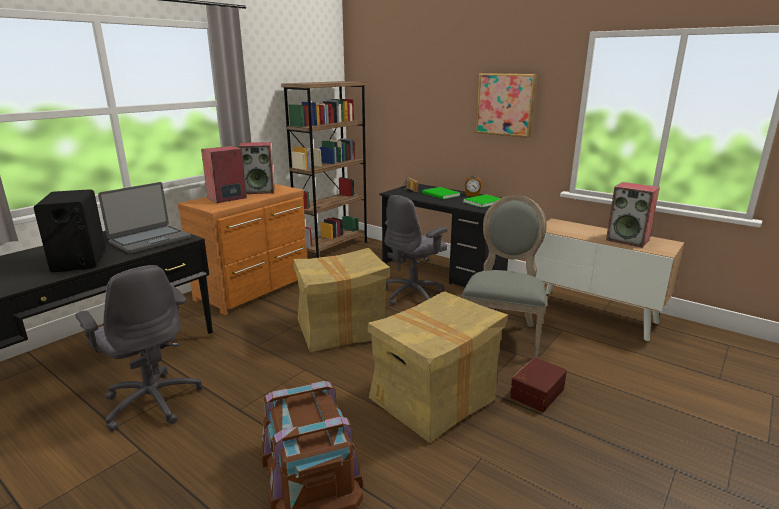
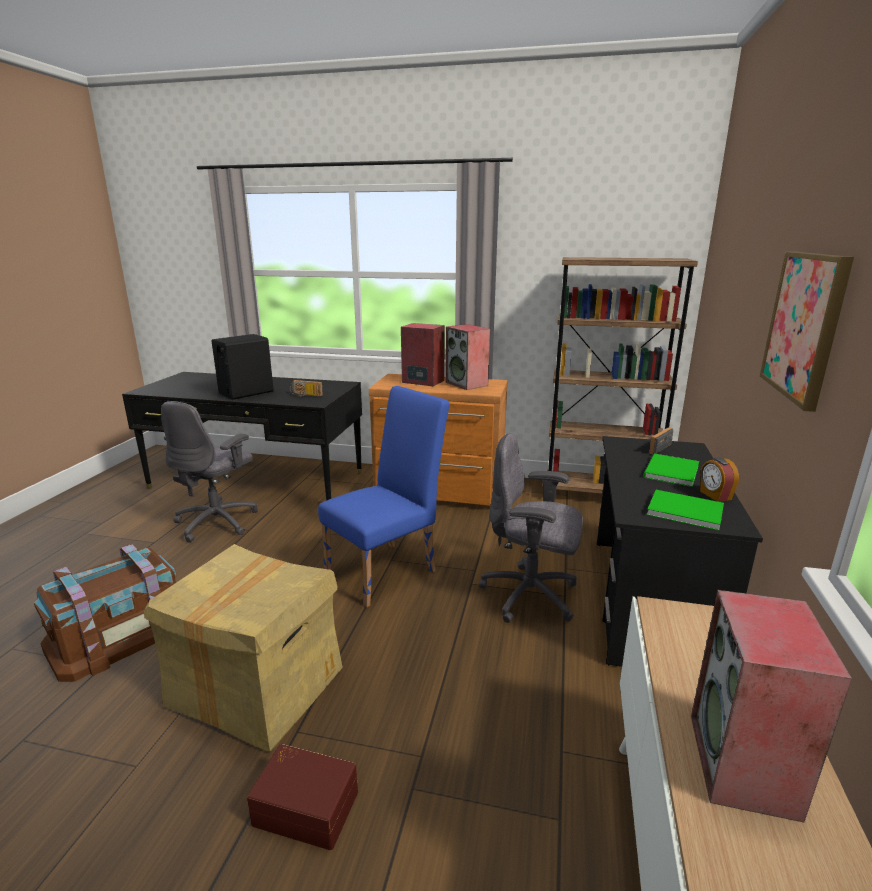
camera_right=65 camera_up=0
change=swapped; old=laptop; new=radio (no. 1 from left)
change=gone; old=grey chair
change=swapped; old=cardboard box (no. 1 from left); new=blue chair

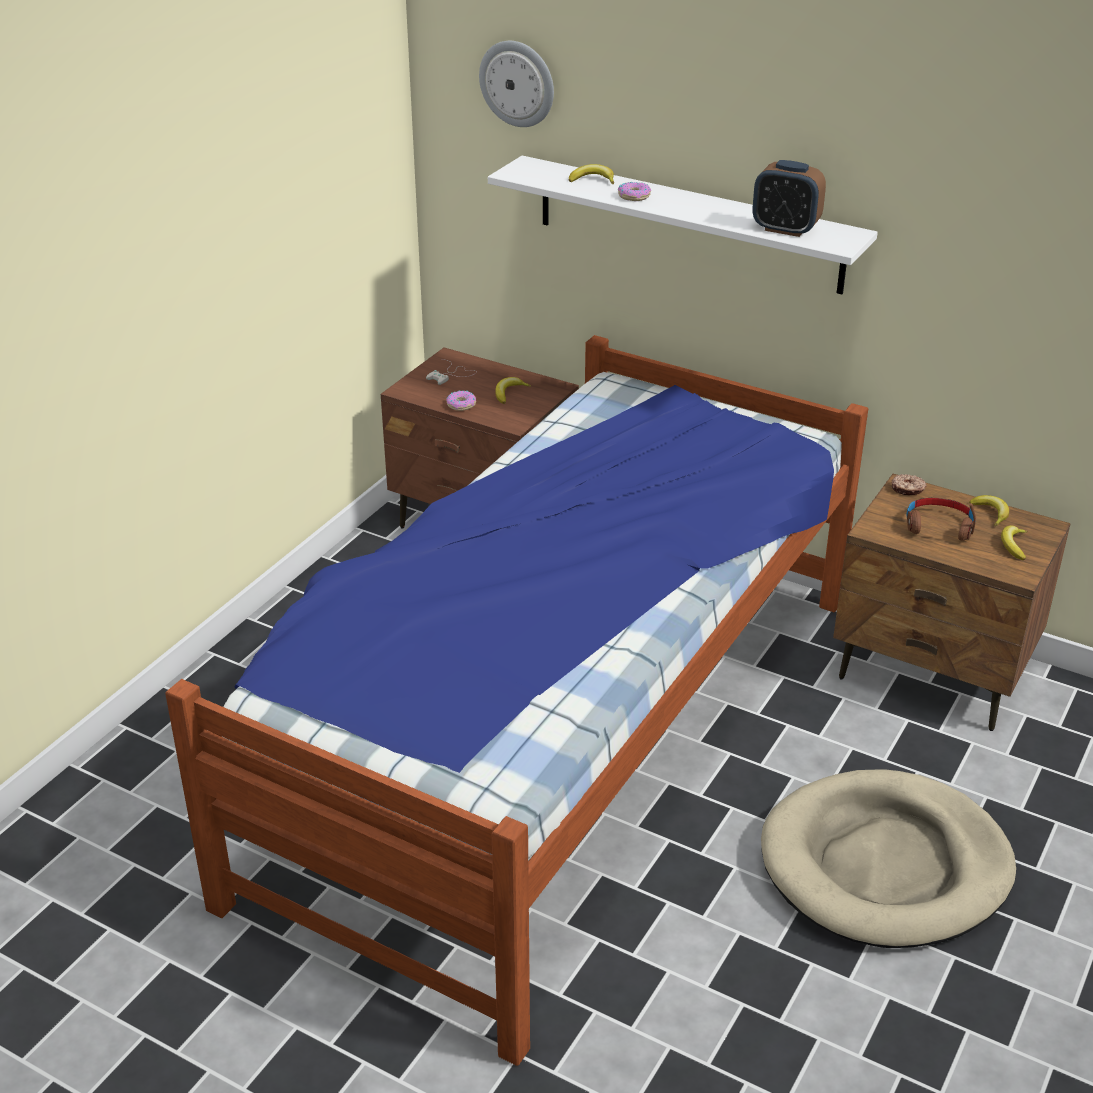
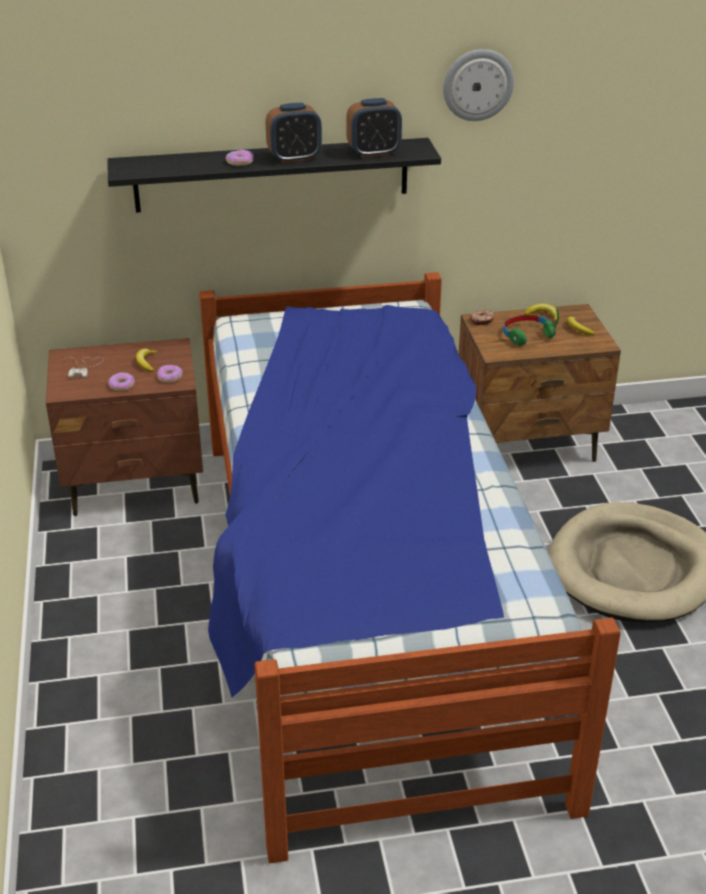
camera_right=-40 camera_up=0
change=shifted; old=wall clock
change=repainted; old=white shelf; new=black shelf
change=gone; old=banana (no. 2 from left)
change=repainted; old=brown headphones; new=green headphones
change=new; new=alarm clock (no. 1 from left)
change=new; new=donut (no. 2 from left)

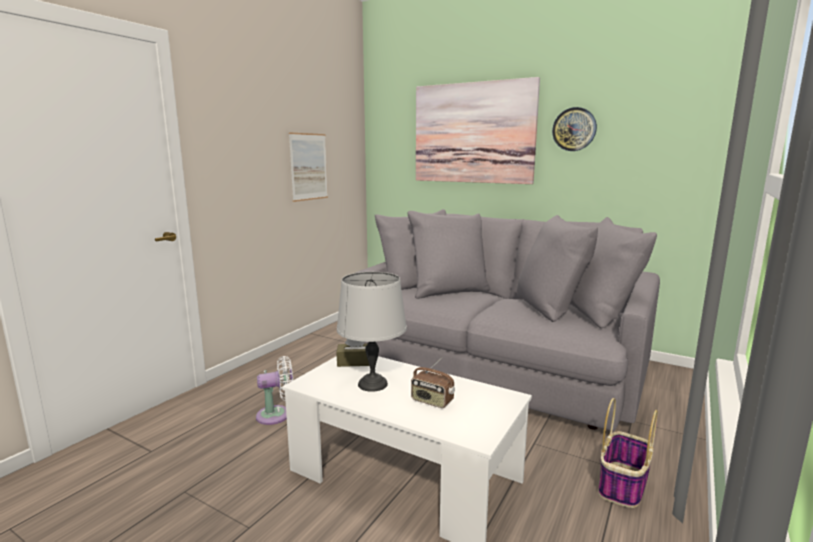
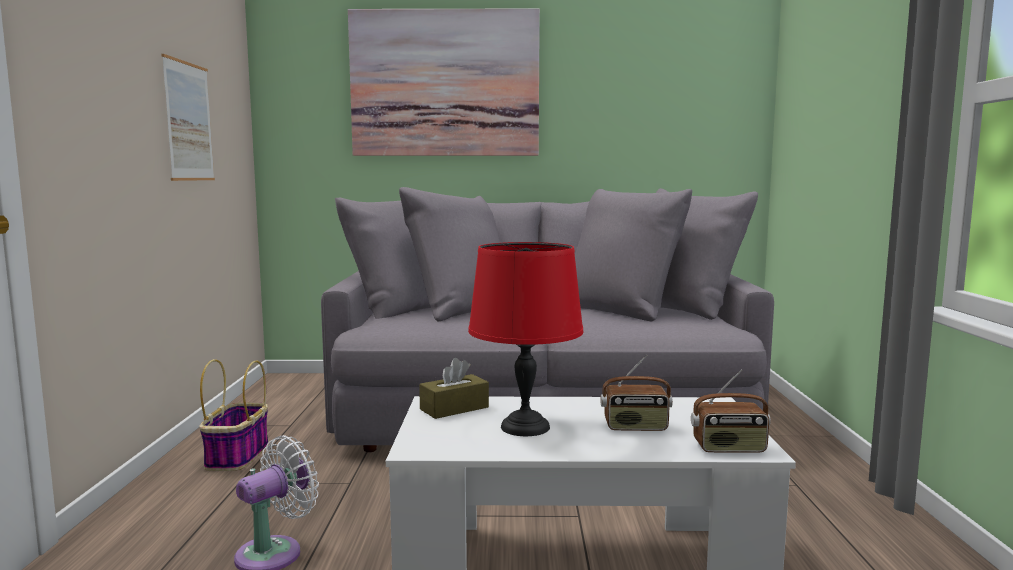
camera_right=-30 camera_up=-5
change=gone; old=wall clock
change=repainted; old=grey table lamp; new=red table lamp
change=shifted; old=basket
change=new; new=radio (no. 2 from left)

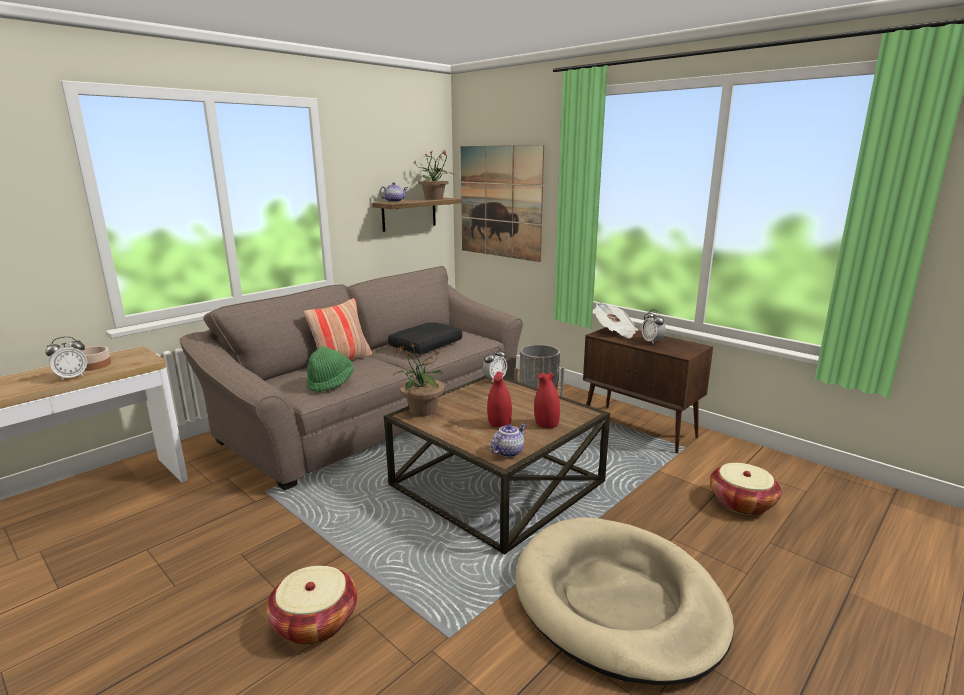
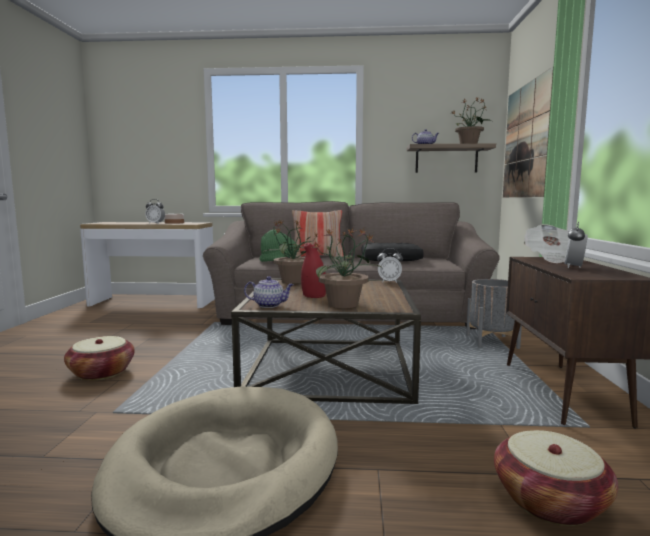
camera_right=50 camera_up=-10
change=swapped; old=red vase (no. 2 from left); new=potted plant (no. 2 from left)

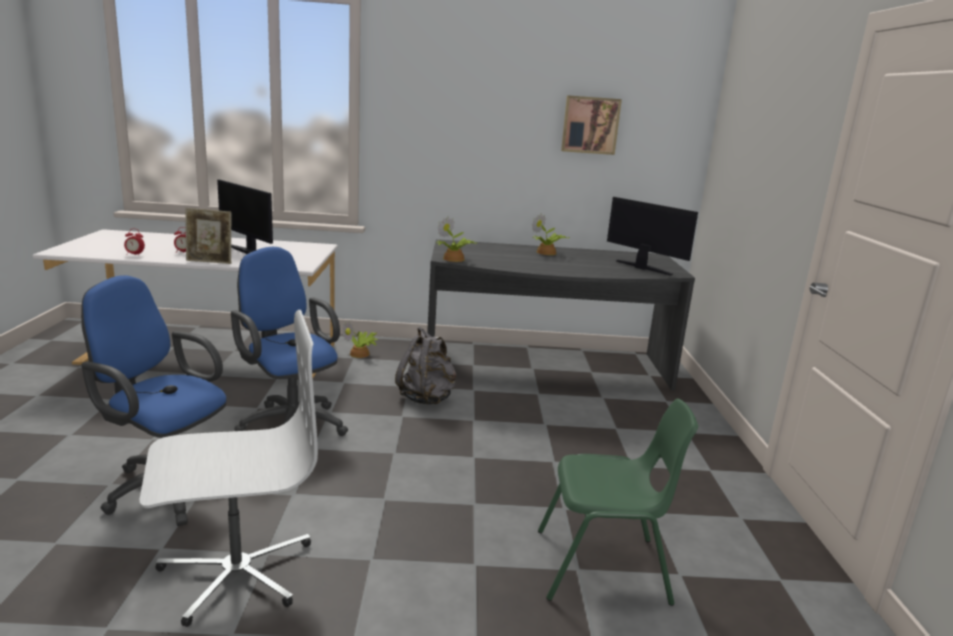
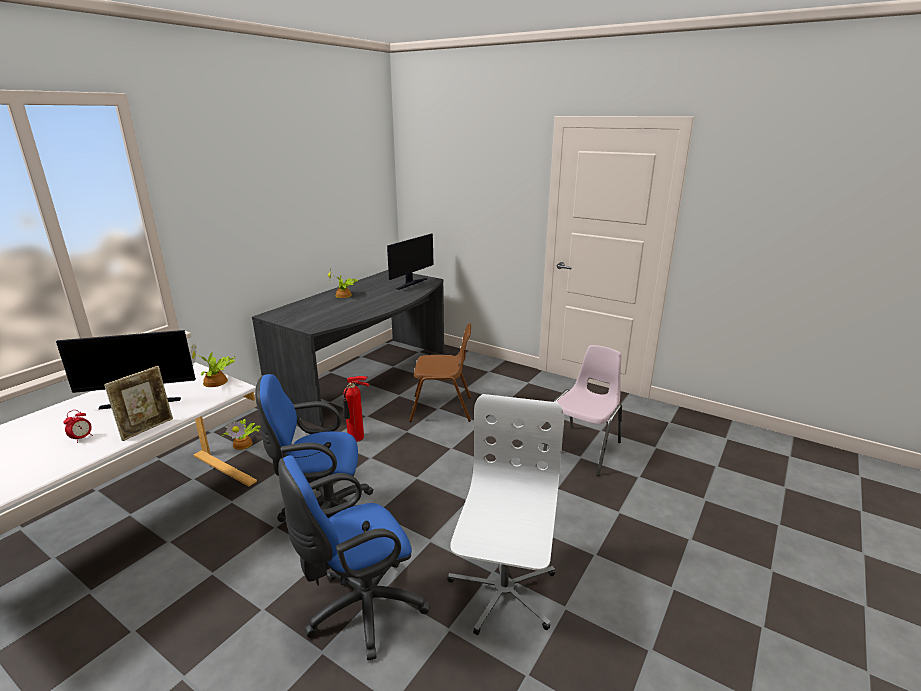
camera_right=-55 camera_up=5
change=gone; old=picture
change=rotated; old=monitor (no. 2 from left); degrees=135
change=shifted; old=potted plant (no. 2 from left in the first image); new=potted plant (no. 1 from left)
change=gone; old=alarm clock (no. 1 from left)
change=swapped; old=grey backpack; new=fire extinguisher
change=repainted; old=green chair; new=pink chair
change=new; new=brown chair

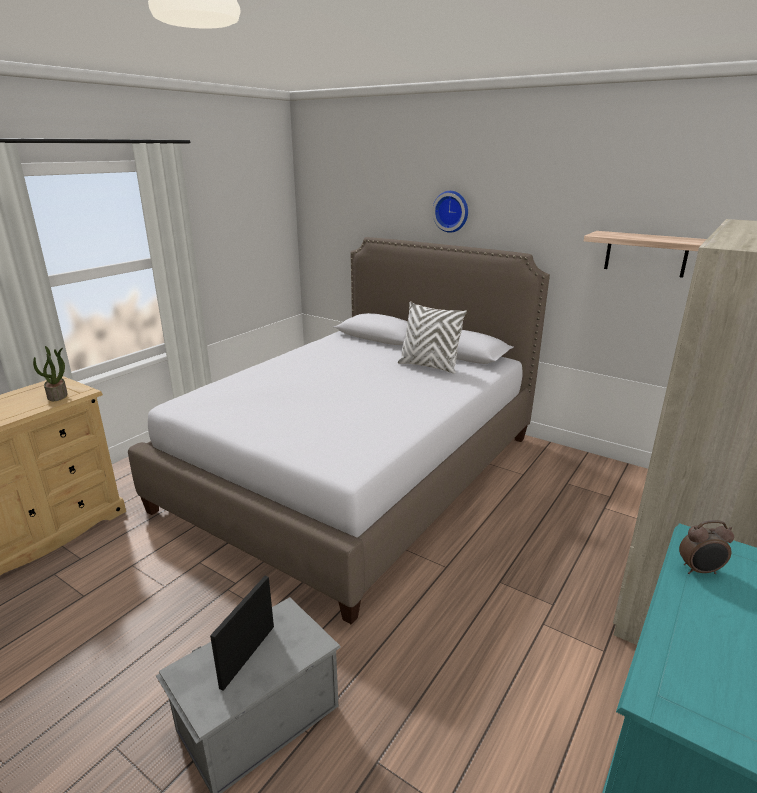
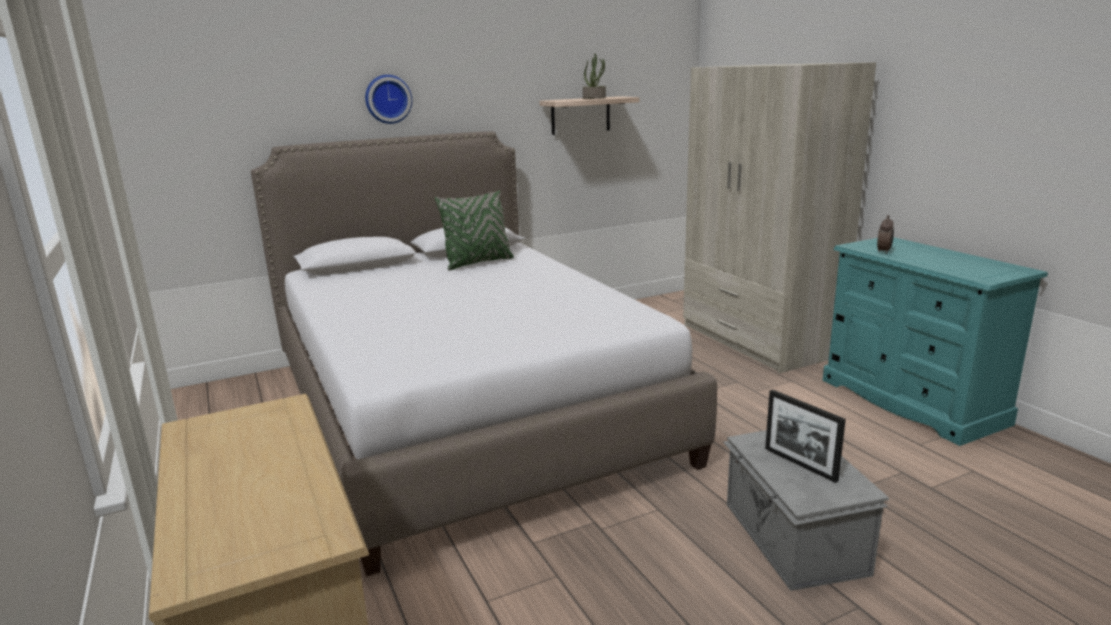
camera_right=-60 camera_up=-5
change=repainted; old=white pillow; new=green pillow
change=shifted; old=potted plant

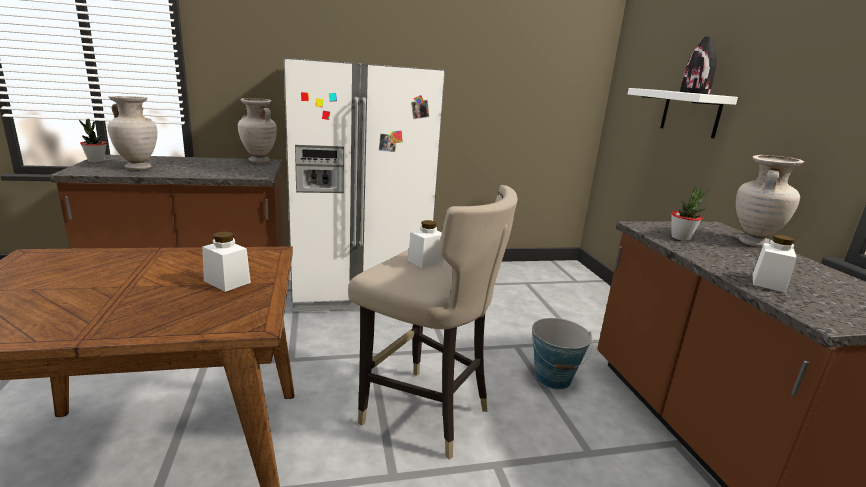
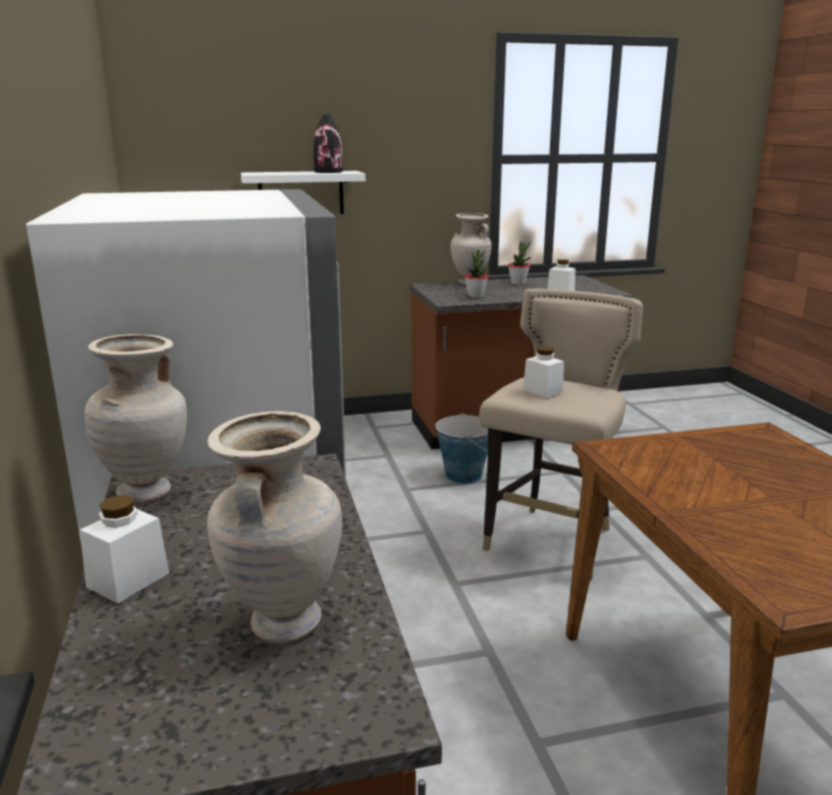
camera_right=-90 camera_up=0
change=shifted; old=potted plant (no. 1 from left in the first image); new=potted plant (no. 2 from left)
change=shifted; old=white jar (no. 1 from left)

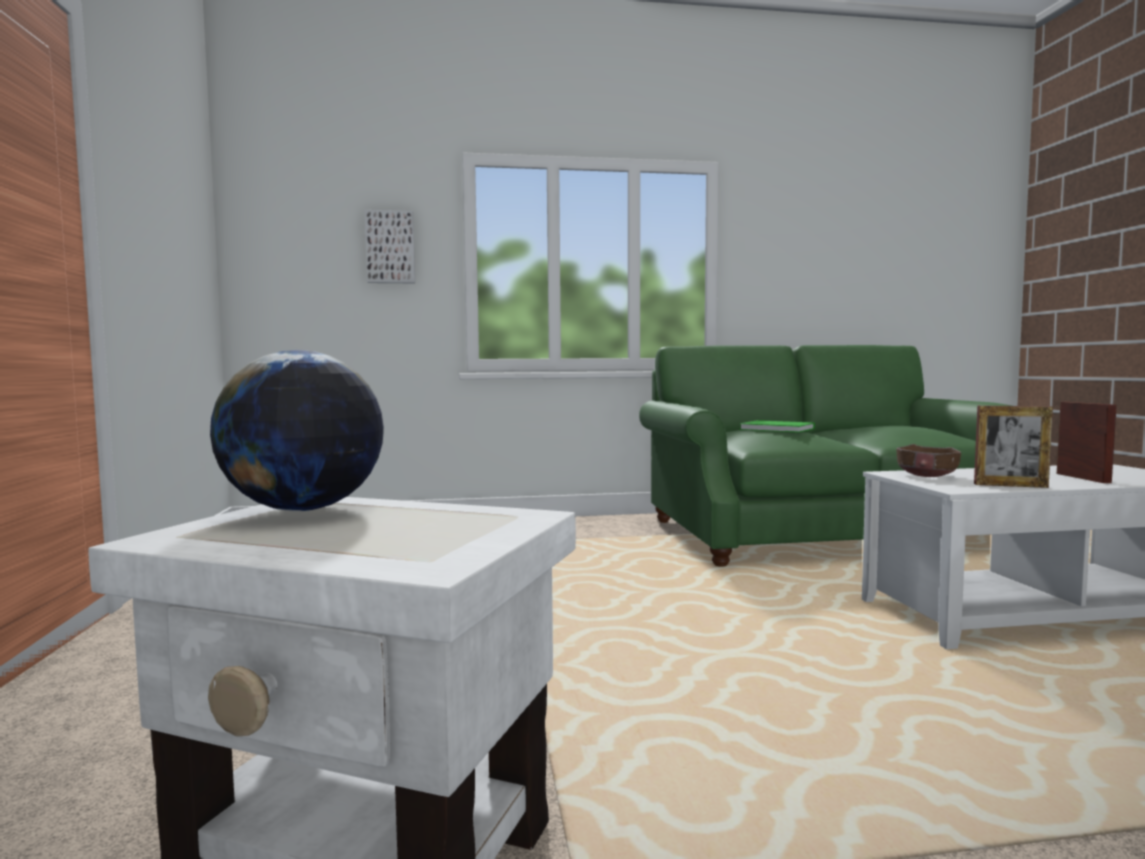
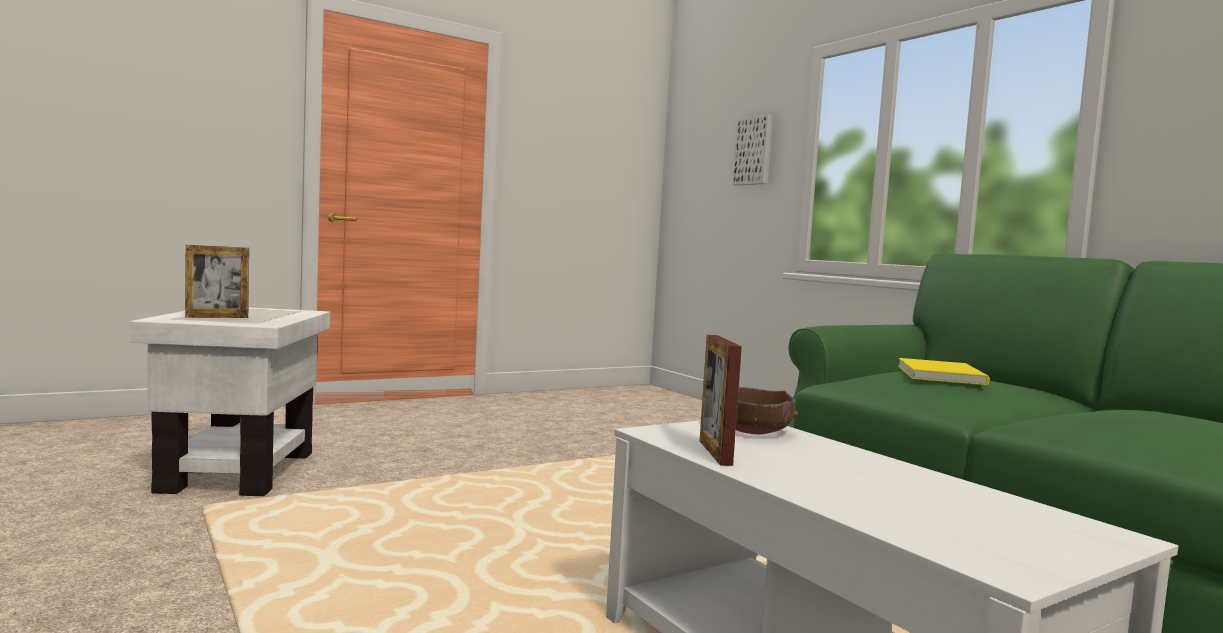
camera_right=65 camera_up=0
change=gone; old=globe
change=shifted; old=picture frame (no. 2 from left in the first image); new=picture frame (no. 1 from left)
change=repainted; old=green book; new=yellow book

